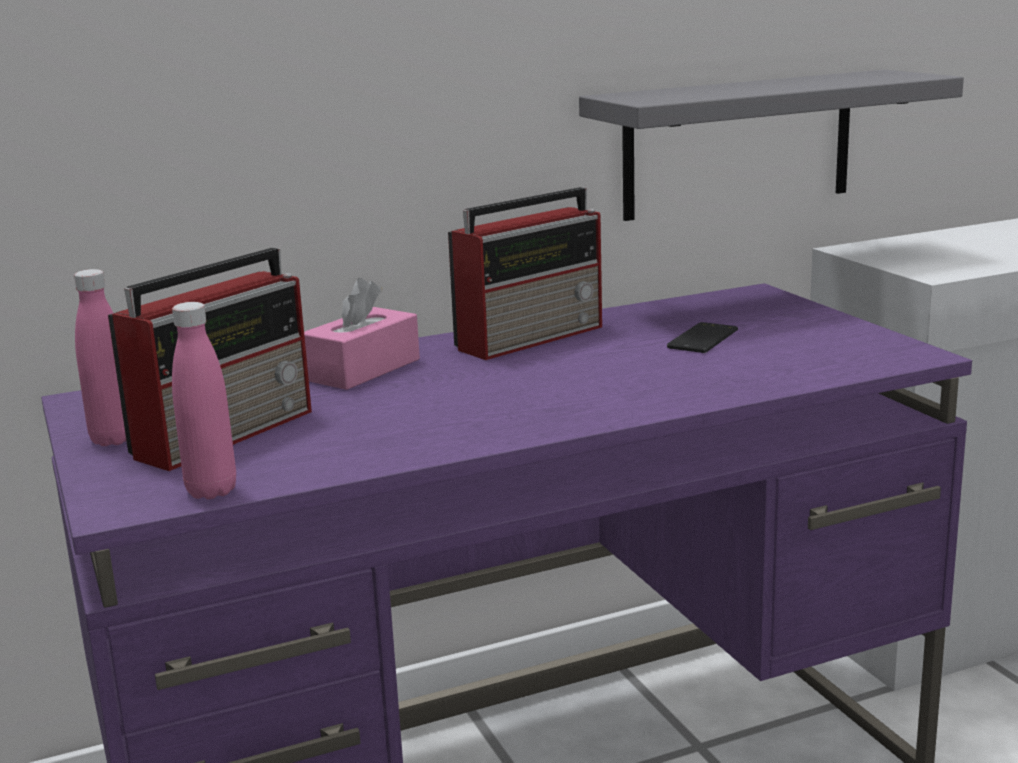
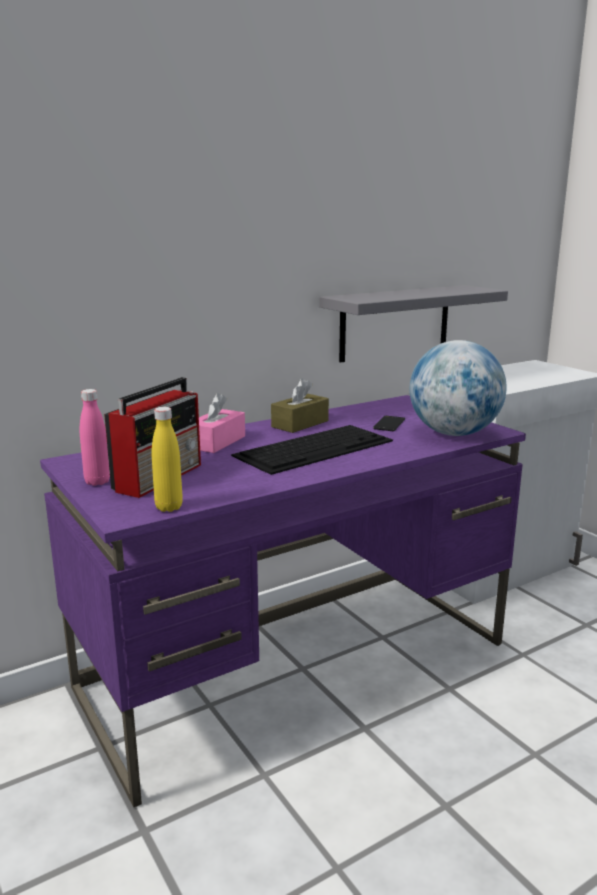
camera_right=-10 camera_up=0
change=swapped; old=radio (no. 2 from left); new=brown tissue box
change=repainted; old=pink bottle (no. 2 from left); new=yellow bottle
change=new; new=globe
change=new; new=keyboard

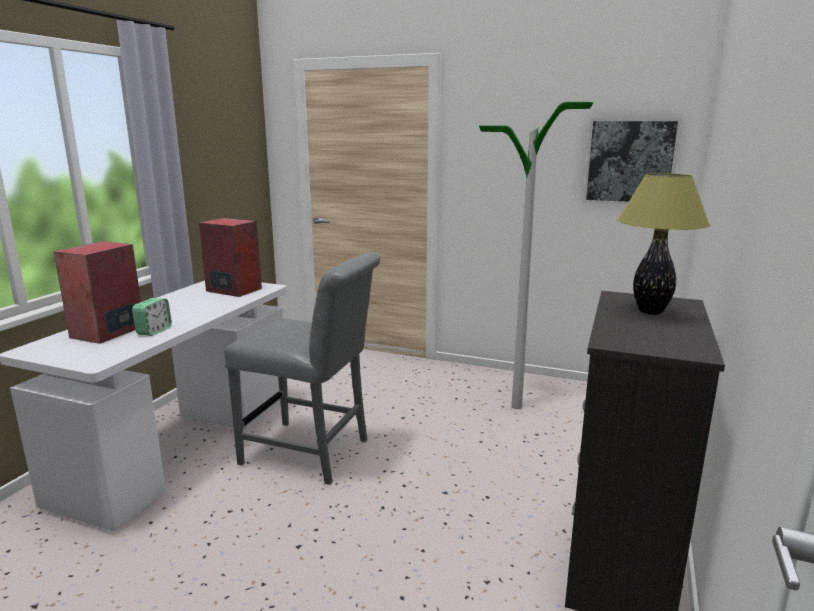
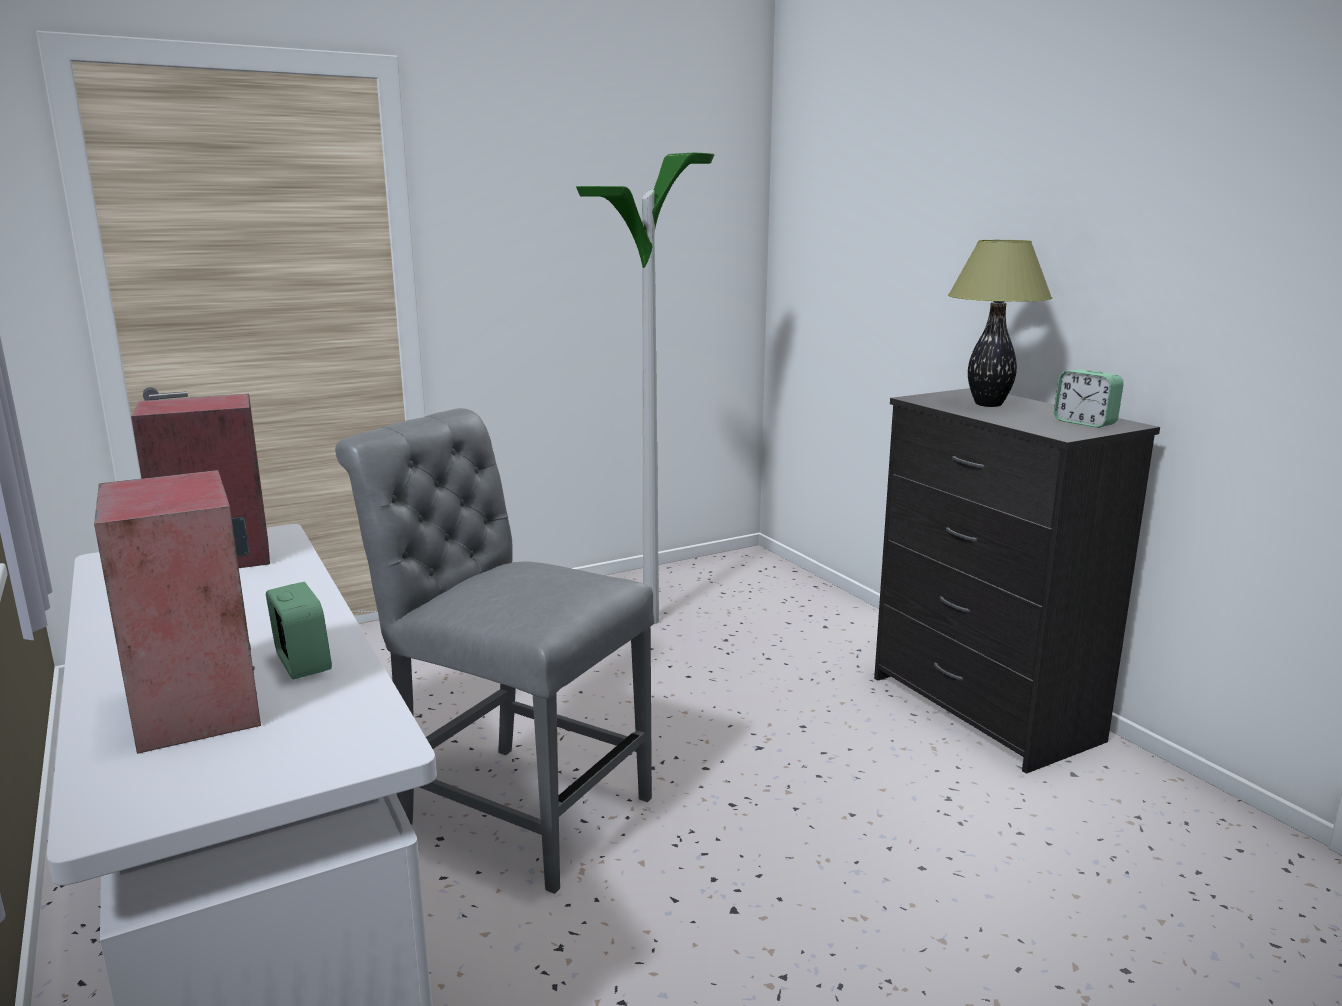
camera_right=-50 camera_up=0
change=gone; old=picture
change=rotated; old=grey chair; degrees=-120
change=new; new=alarm clock (no. 2 from left)

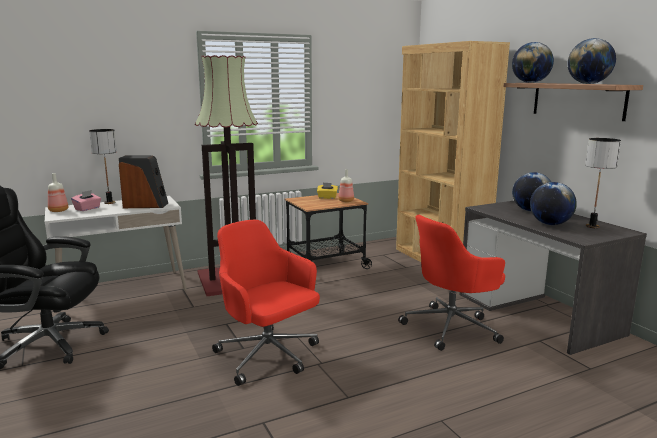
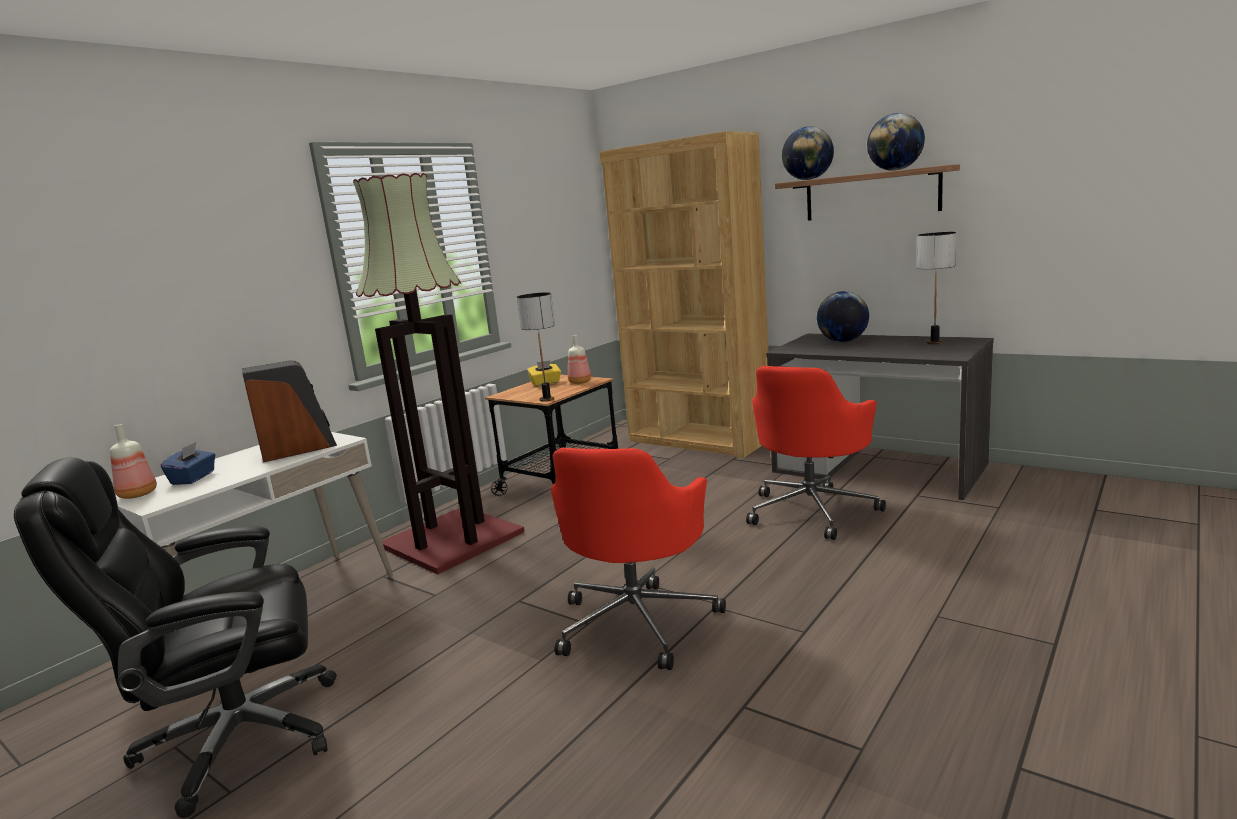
camera_right=-25 camera_up=0
change=shifted; old=table lamp (no. 1 from left)
change=gone; old=globe (no. 3 from left)
change=repainted; old=pink tissue box; new=blue tissue box
change=rotated; old=red office chair (no. 1 from left); degrees=-90

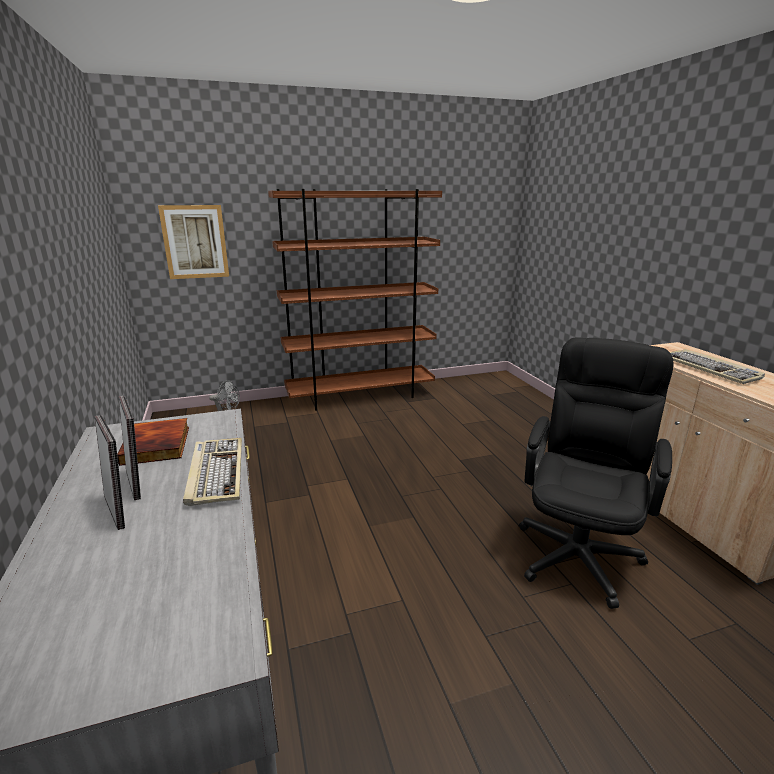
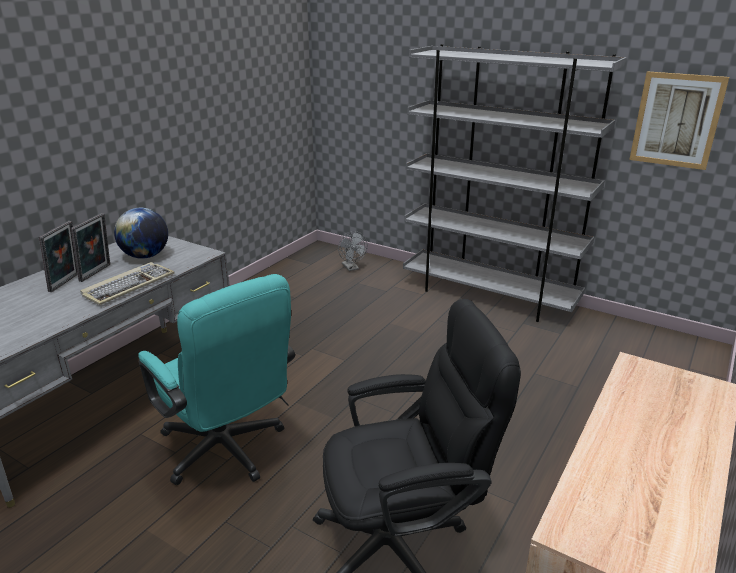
camera_right=50 camera_up=5
change=repainted; old=brown bookcase; new=grey bookcase
change=shifted; old=picture
change=gone; old=keyboard (no. 2 from left)
change=swapped; old=book; new=globe
change=new; new=turquoise office chair

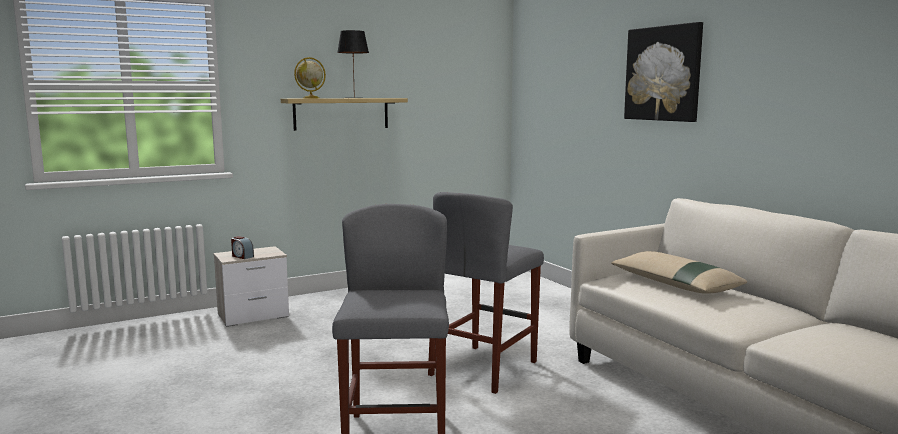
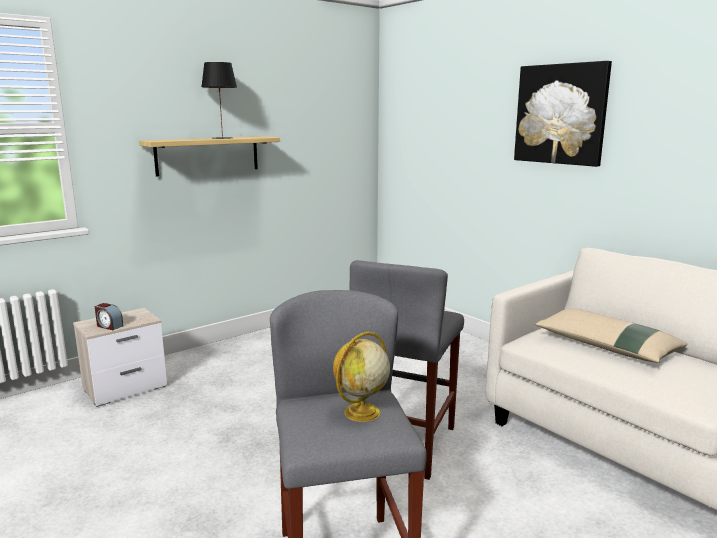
camera_right=-10 camera_up=5
change=shifted; old=globe

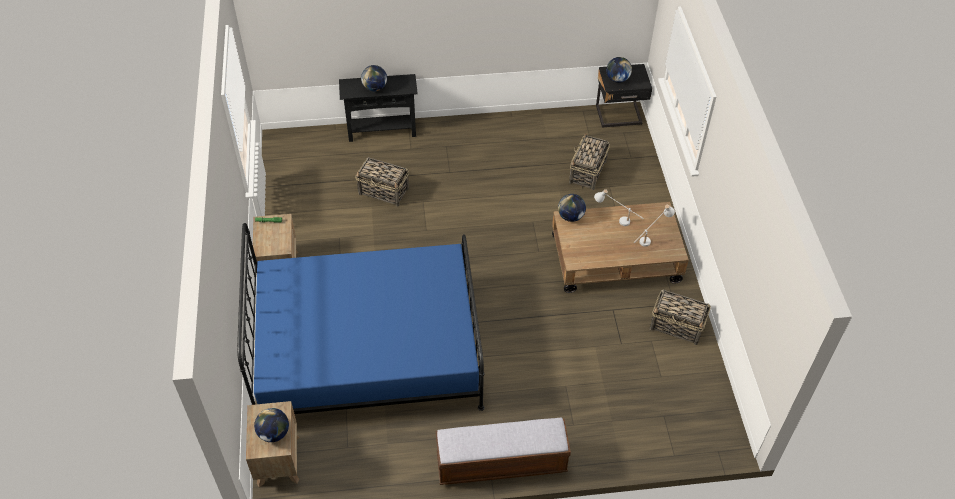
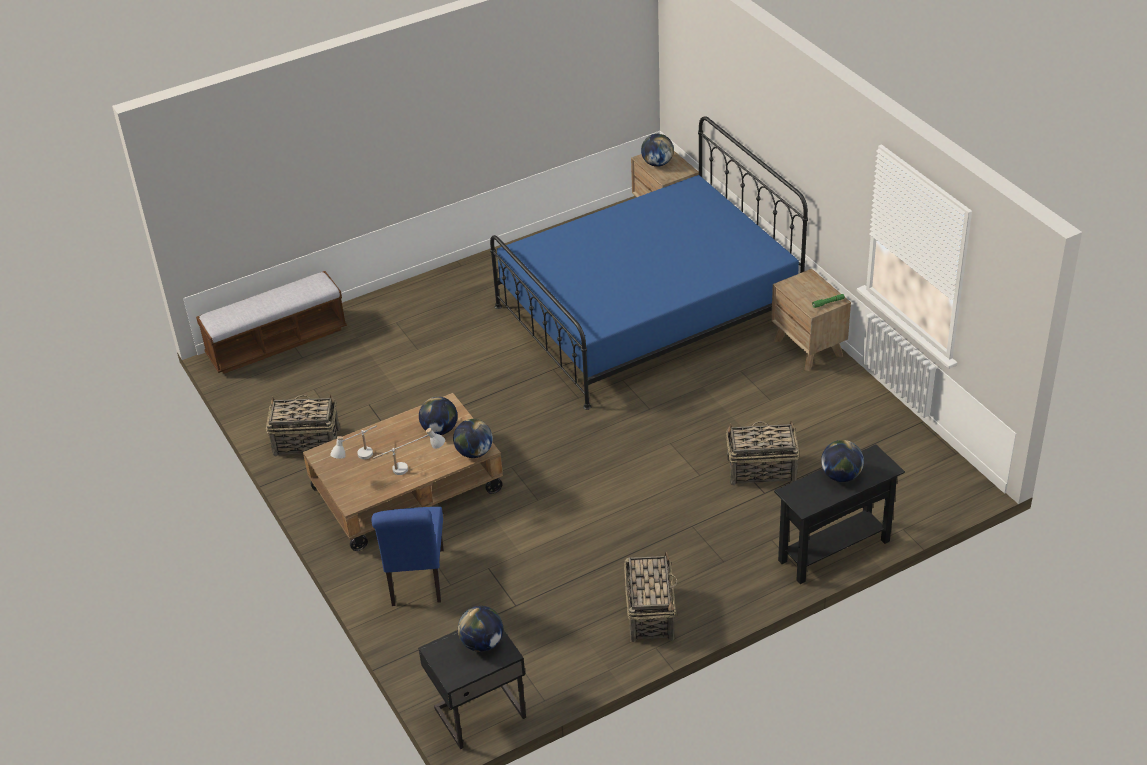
camera_right=160 camera_up=-10
change=shifted; old=basket (no. 2 from left)
change=shifted; old=bench
change=new; new=globe (no. 1 from left)
change=new; new=blue chair

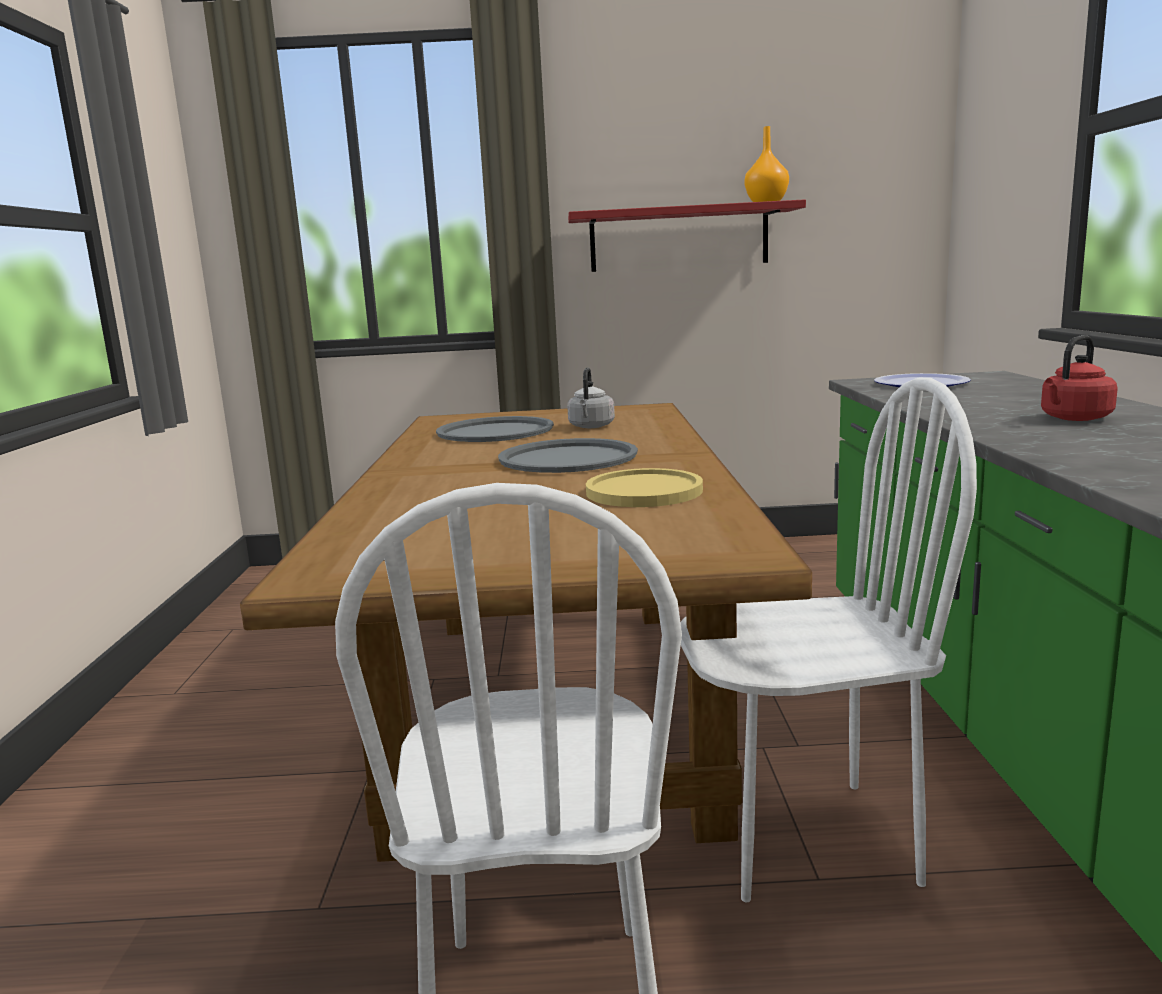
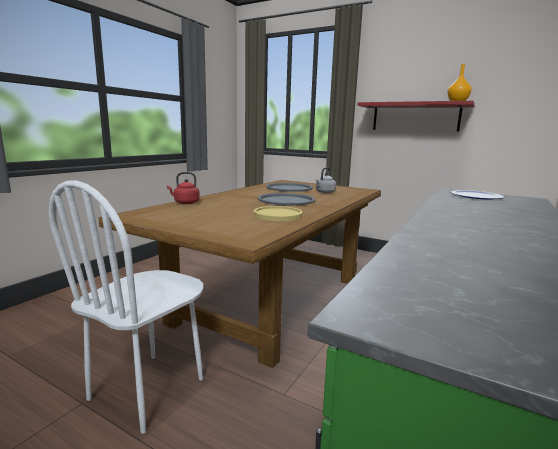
camera_right=30 camera_up=0
change=shifted; old=red kettle
change=gone; old=white chair (no. 2 from left)

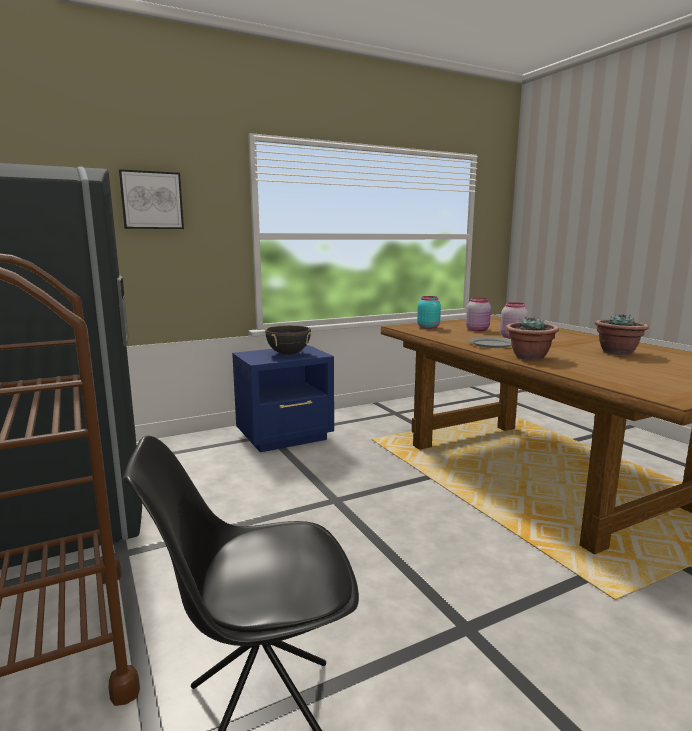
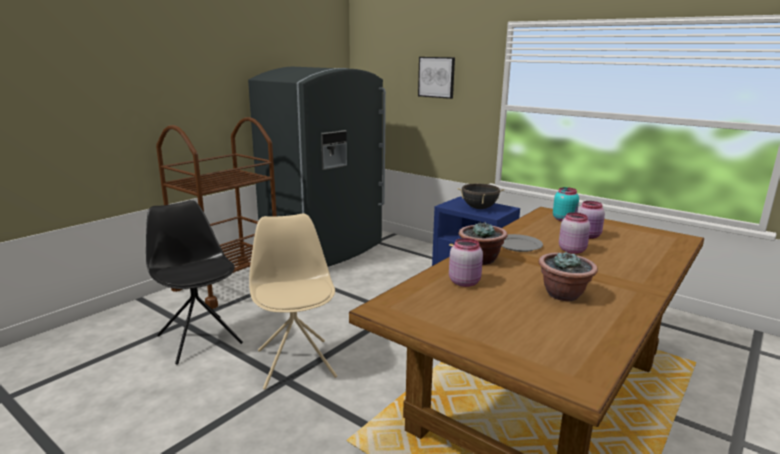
camera_right=65 camera_up=5
change=new; new=beige chair
change=new; new=pink jar (no. 1 from left)

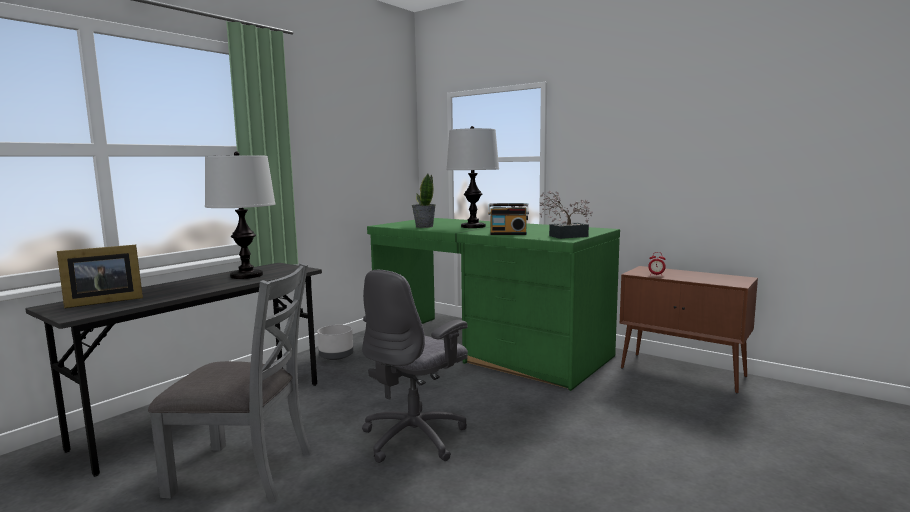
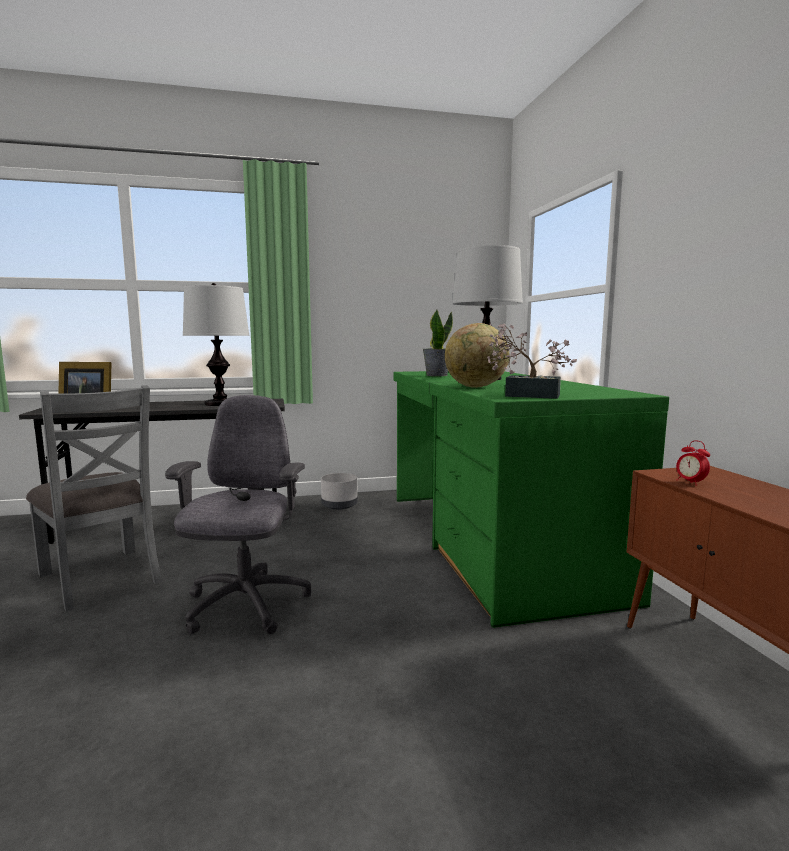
camera_right=40 camera_up=0
change=swapped; old=radio; new=globe
change=rotated; old=grey office chair; degrees=105

